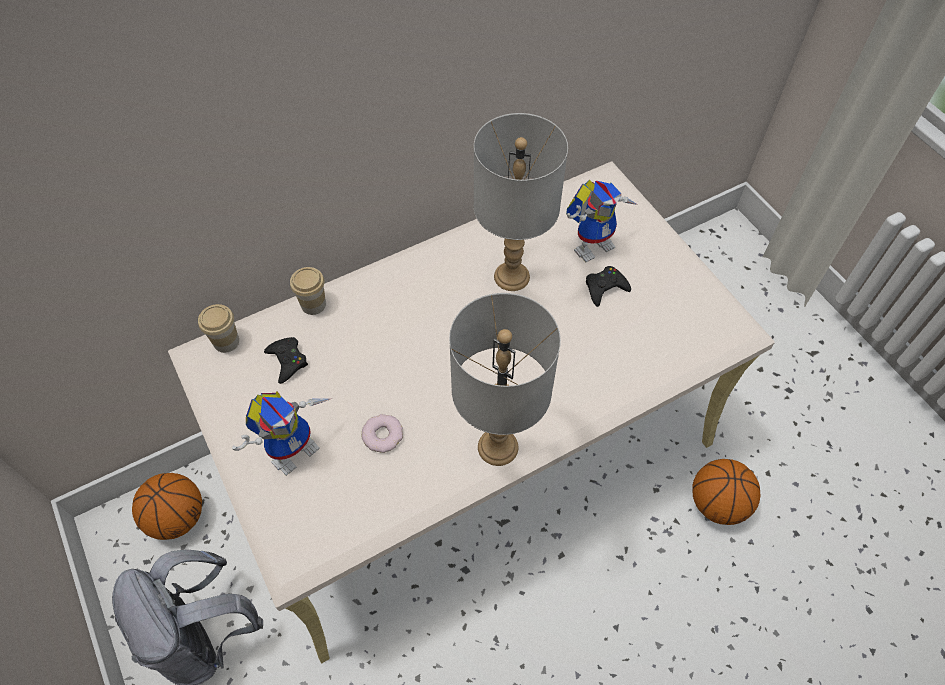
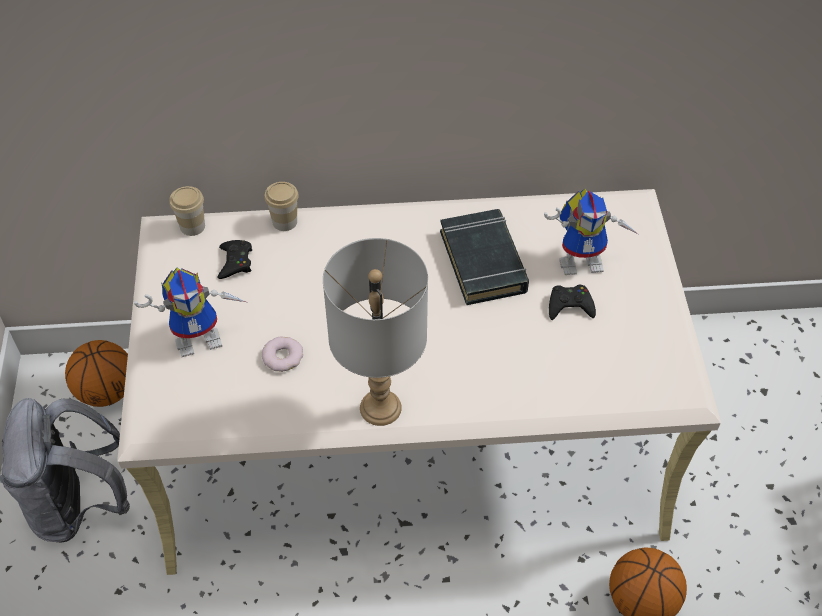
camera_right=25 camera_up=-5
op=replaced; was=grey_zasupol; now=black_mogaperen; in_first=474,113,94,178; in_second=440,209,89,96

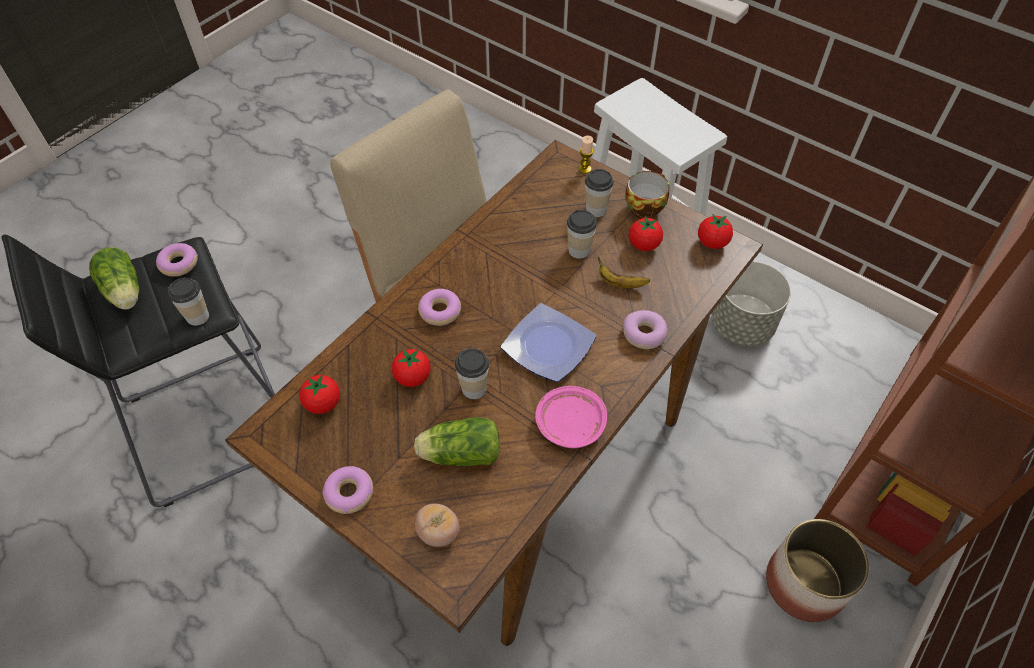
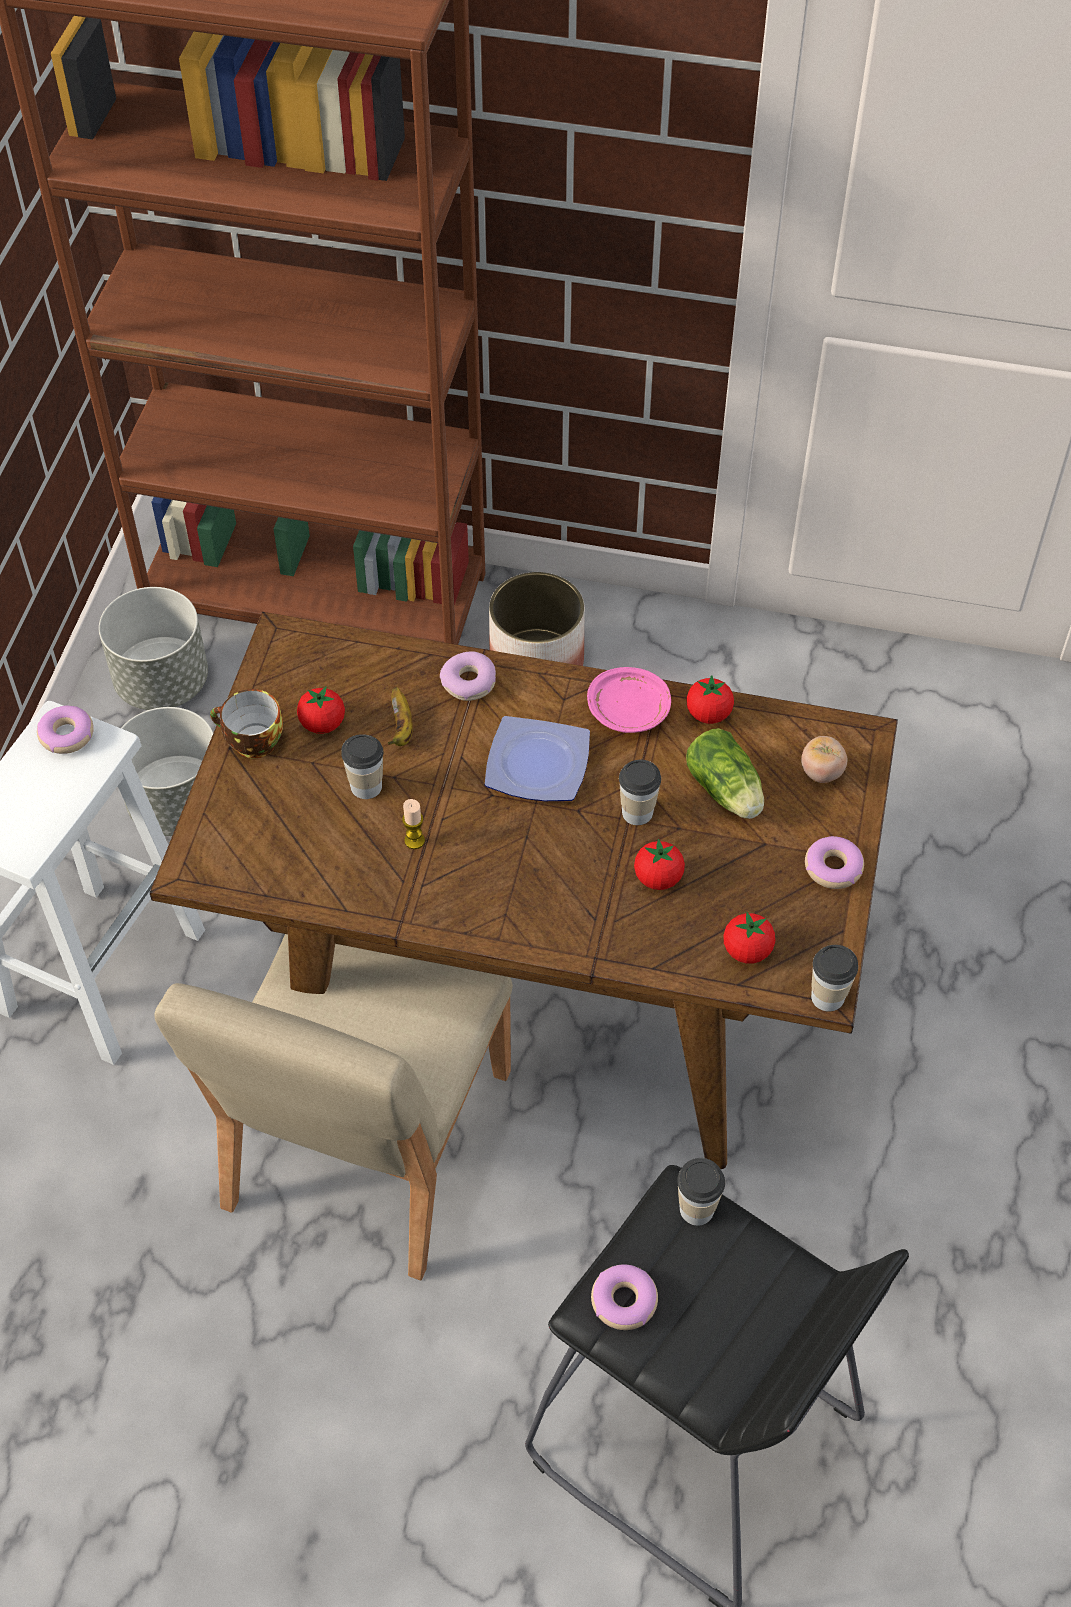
camera_right=-115 camera_up=0
op=moved; was=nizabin; in_first=578,135,15,39; in_second=402,799,23,50
op=moved; was=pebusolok; in_first=585,169,29,48; in_second=811,945,47,67
op=moved; was=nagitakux; in_first=698,214,35,35; in_second=686,675,48,49
op=removed; was=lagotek; in_first=89,247,50,62
op=moved; was=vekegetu; in_first=418,289,43,37; in_second=37,706,57,48
op=added; now=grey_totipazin; in_second=99,587,109,123

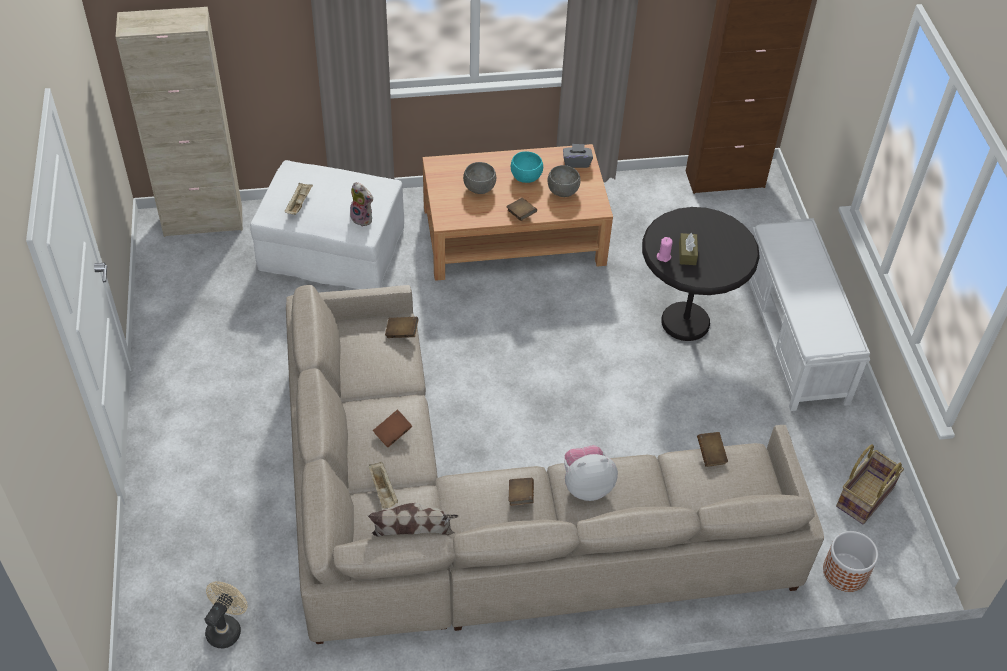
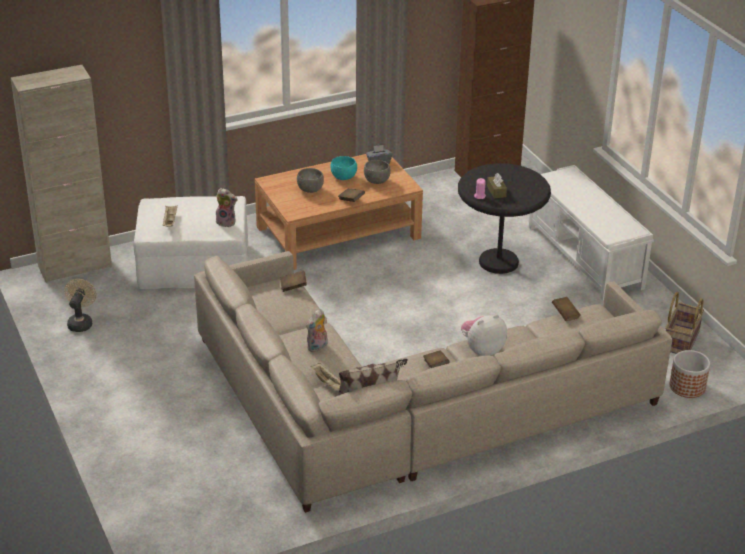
camera_right=-15 camera_up=-15
op=replaced; was=brown_mogaperen; now=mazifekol; in_first=373,410,39,37; in_second=306,309,22,43
op=moved; was=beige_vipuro; in_first=204,581,44,67; in_second=65,279,31,53

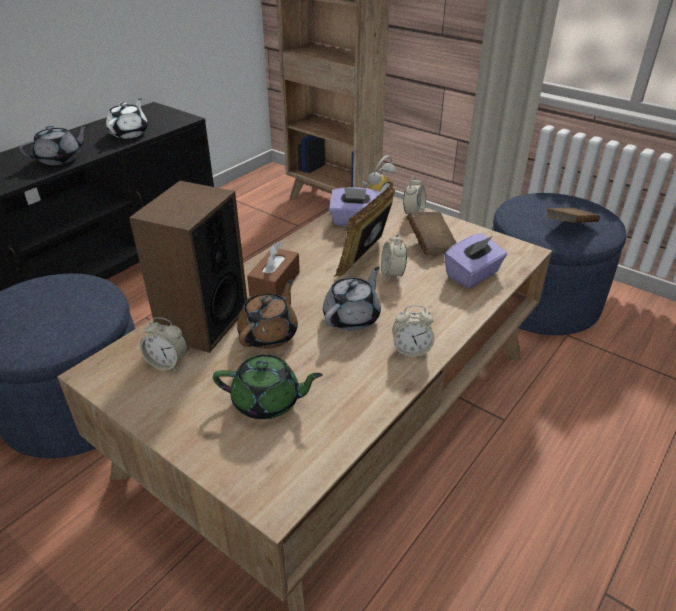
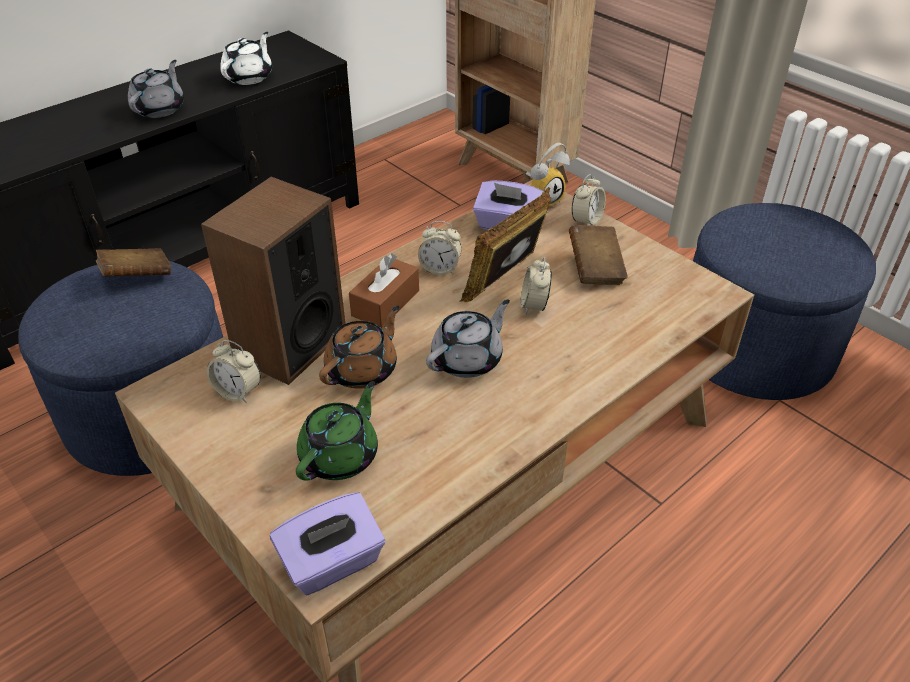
camera_right=10 camera_up=5
op=turned; was=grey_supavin; in_first=19,125,70,40; in_second=128,60,56,58; clockwise=-45
op=moved; was=brown_mogaperen; in_first=546,207,54,16; in_second=96,248,75,29
op=moved; was=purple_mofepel; in_first=444,234,63,54; in_second=270,492,115,103
op=moved; was=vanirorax; in_first=392,305,43,52; in_second=418,221,44,54
op=turned; was=green_supavin; in_first=213,354,110,65; in_second=296,381,82,100; clockwise=-75

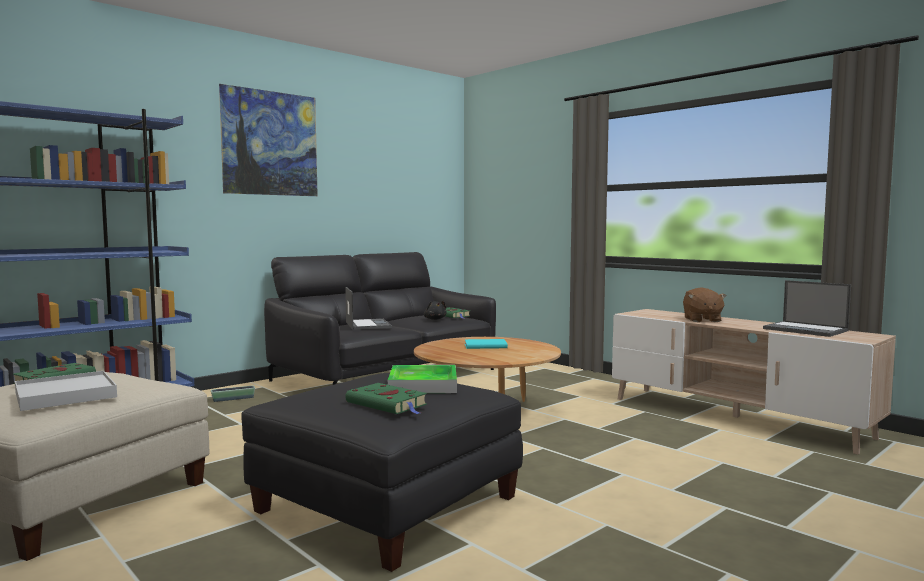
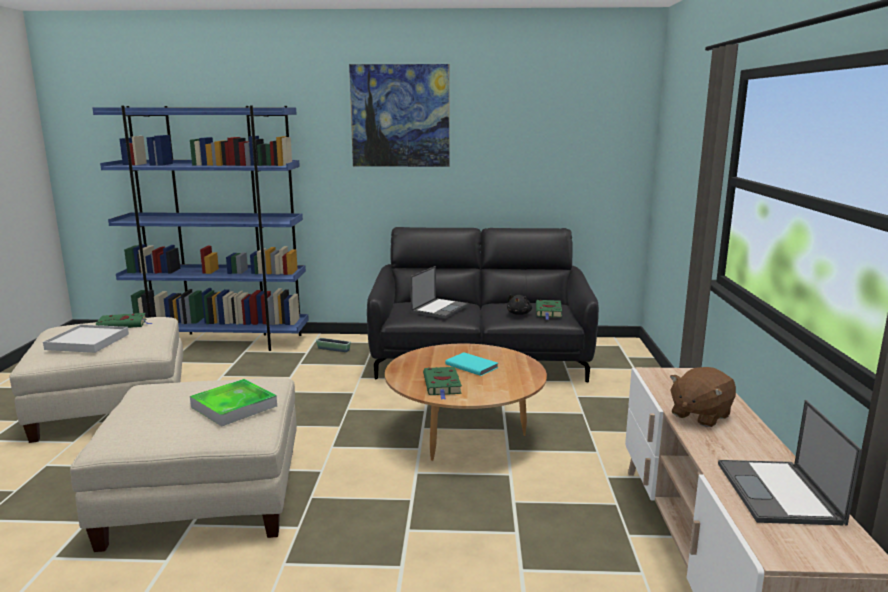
camera_right=45 camera_up=10
op=recoloured; was=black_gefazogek; now=beige_gefazogek; in_first=241,373,282,199; in_second=70,378,227,174
op=moved; was=green_mogaperen; in_first=345,383,82,31; in_second=423,367,39,33

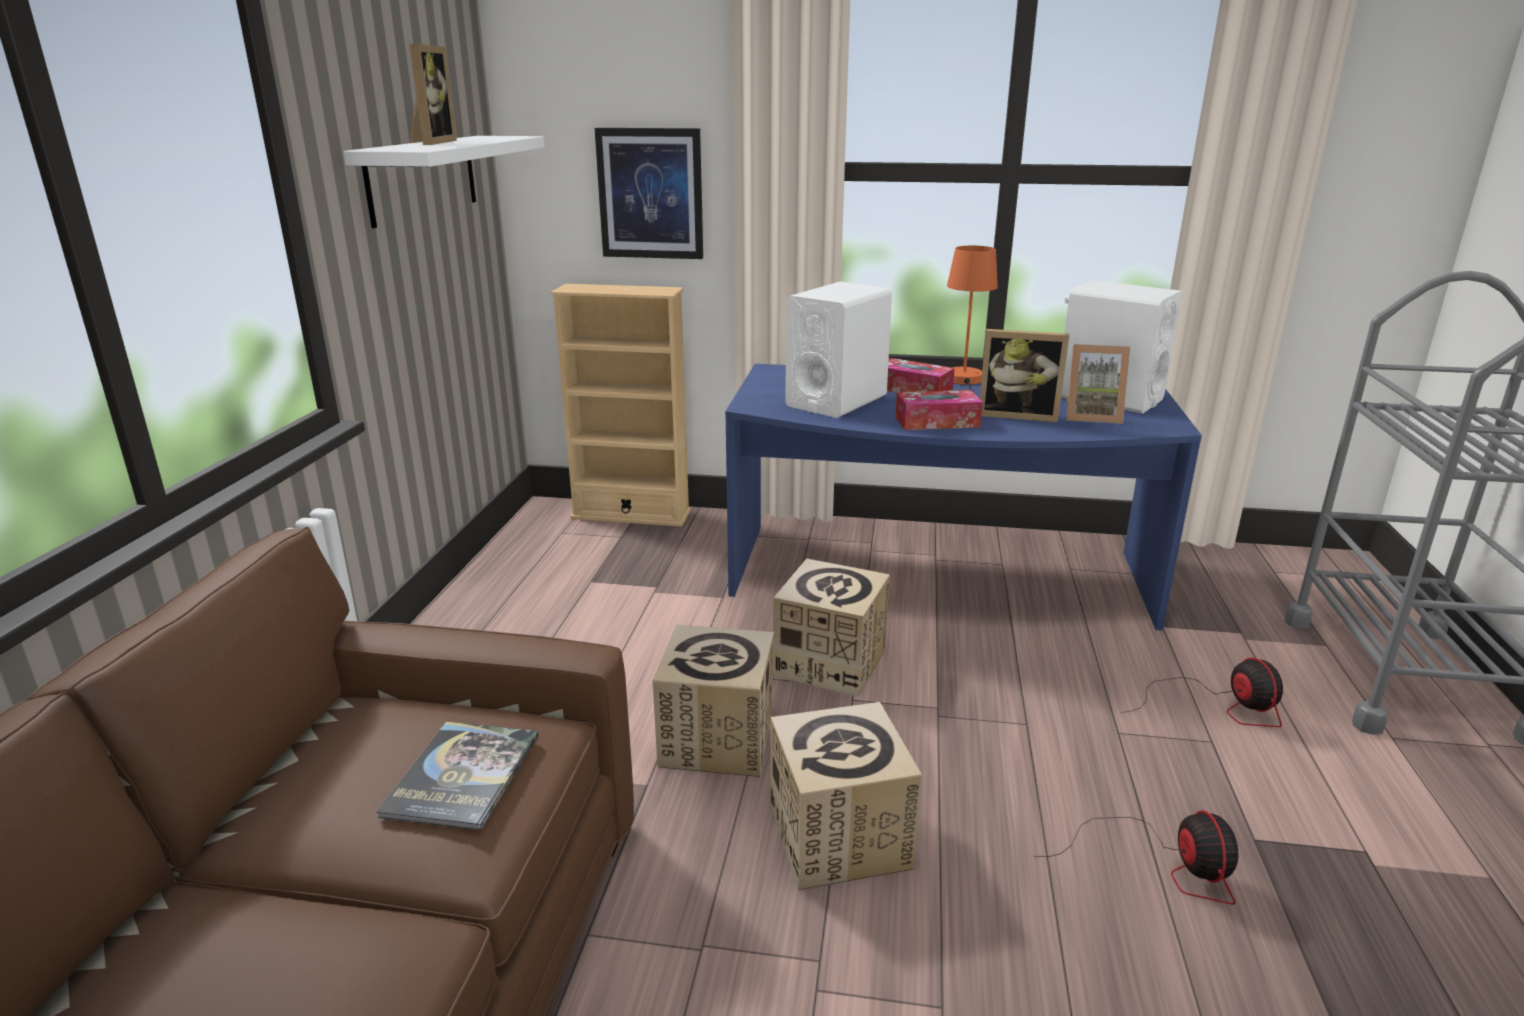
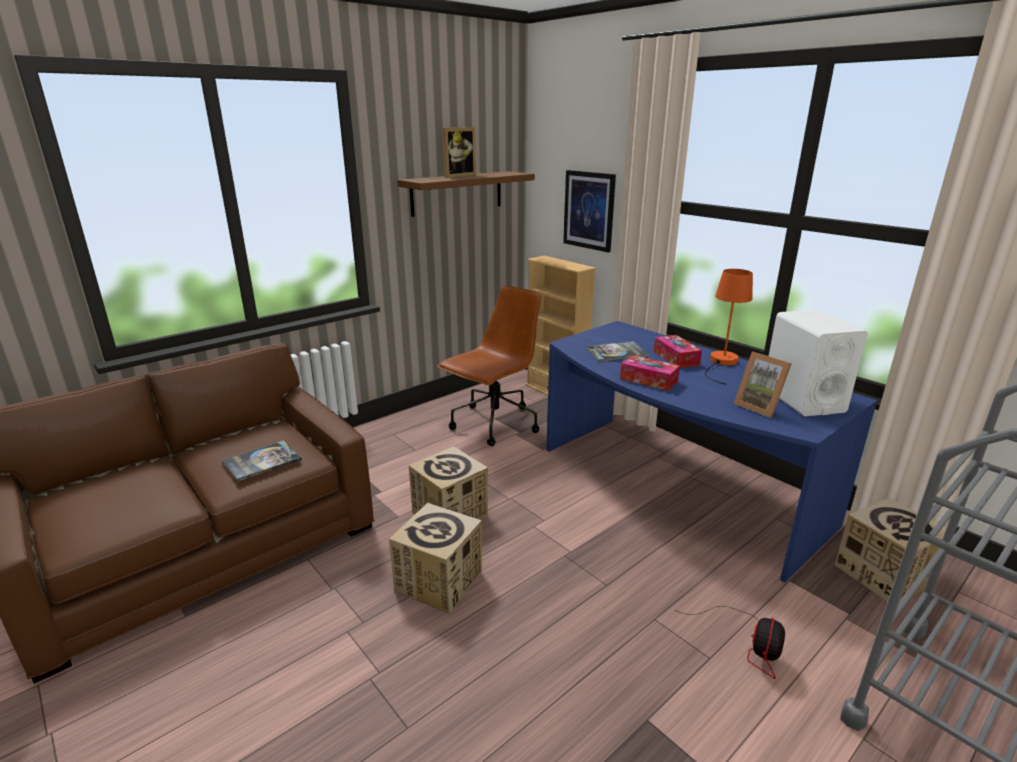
camera_right=40 camera_up=0
op=recoloured; was=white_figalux; now=brown_figalux; in_first=343,136,201,92; in_second=397,171,138,46
op=replaced; was=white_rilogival; now=mogaperen; in_first=785,281,107,137; in_second=586,341,63,21
op=removed; was=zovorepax; in_first=980,329,89,93
op=moved; was=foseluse; in_first=773,558,117,139; in_second=835,498,111,104
op=removed; was=vipuro; in_first=1034,810,204,95
op=added; now=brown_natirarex; in_second=437,286,104,160

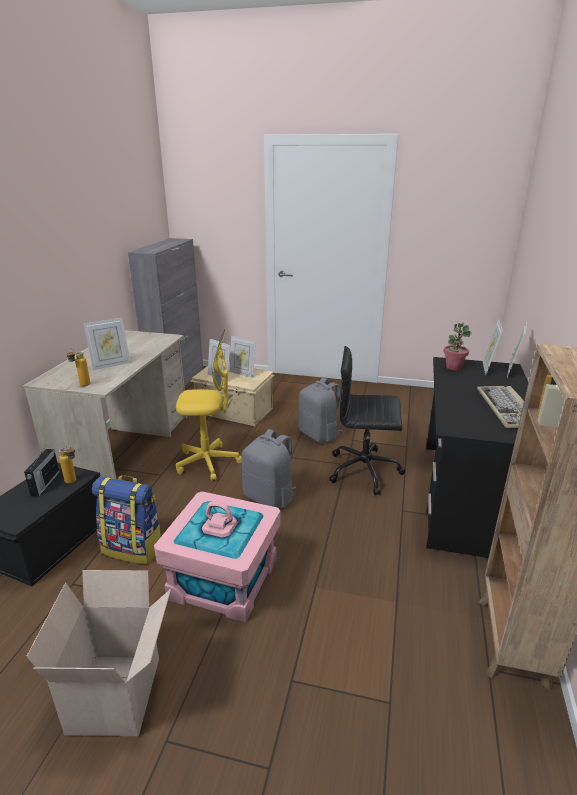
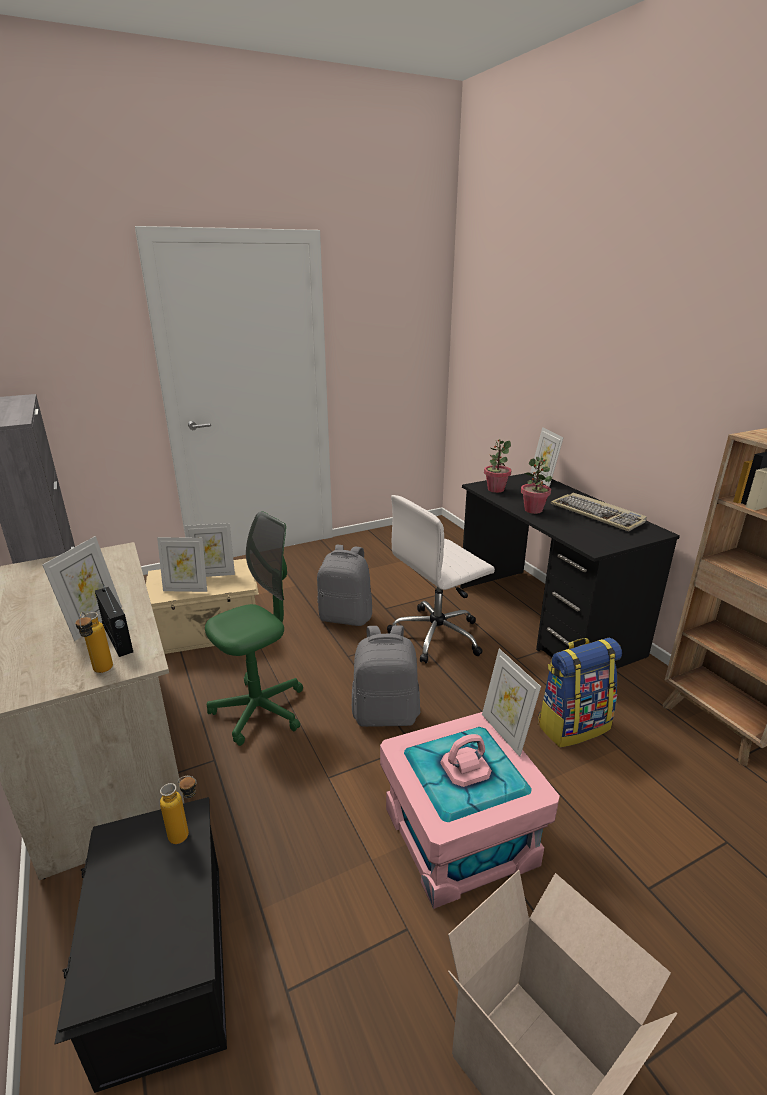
camera_right=-40 camera_up=0
op=moved; was=zovorepax; in_first=483,319,20,57; in_second=482,649,59,108
op=recoloured; was=yellow_natirarex; now=green_natirarex; in_first=176,329,66,152; in_second=205,511,98,235
op=recoloured; was=black_natirarex; now=white_natirarex; in_first=329,346,76,150; in_second=387,495,108,168
op=moved; was=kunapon; in_first=24,449,36,47; in_second=95,582,38,75
op=moved; was=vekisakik; in_first=92,475,70,89; in_second=538,638,84,109
op=added; now=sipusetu; in_second=521,457,31,57

